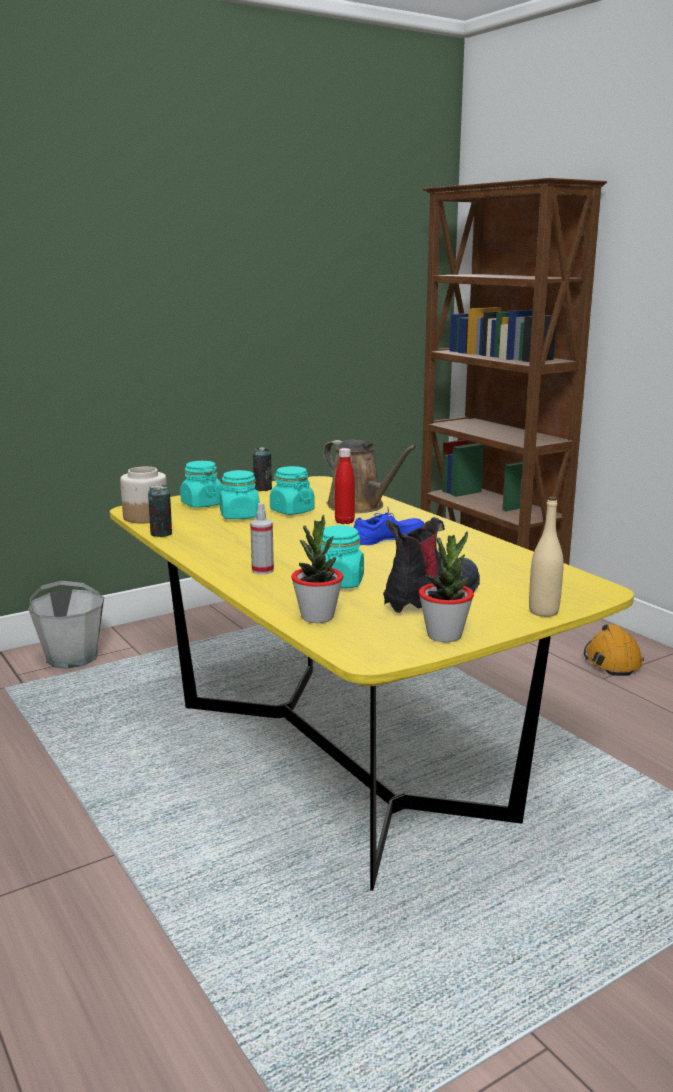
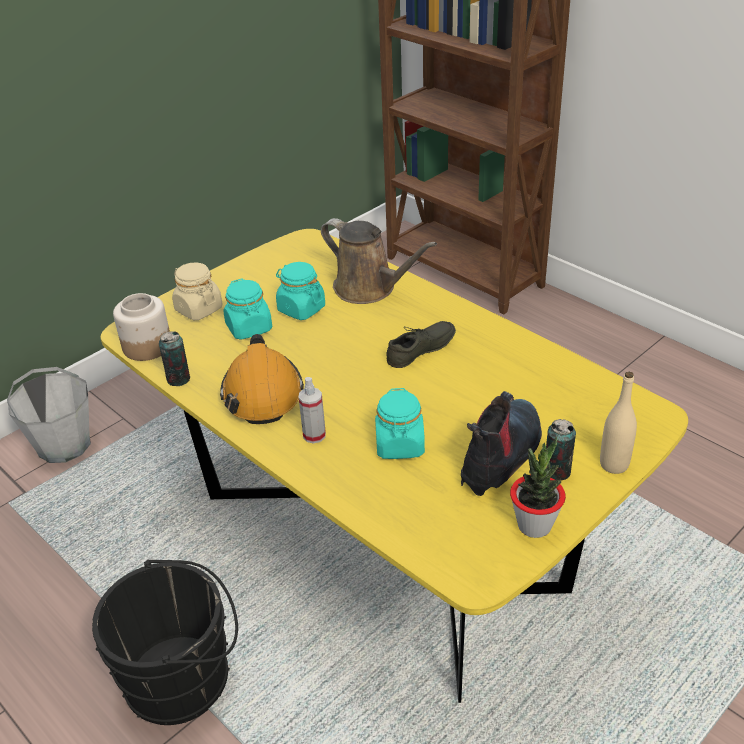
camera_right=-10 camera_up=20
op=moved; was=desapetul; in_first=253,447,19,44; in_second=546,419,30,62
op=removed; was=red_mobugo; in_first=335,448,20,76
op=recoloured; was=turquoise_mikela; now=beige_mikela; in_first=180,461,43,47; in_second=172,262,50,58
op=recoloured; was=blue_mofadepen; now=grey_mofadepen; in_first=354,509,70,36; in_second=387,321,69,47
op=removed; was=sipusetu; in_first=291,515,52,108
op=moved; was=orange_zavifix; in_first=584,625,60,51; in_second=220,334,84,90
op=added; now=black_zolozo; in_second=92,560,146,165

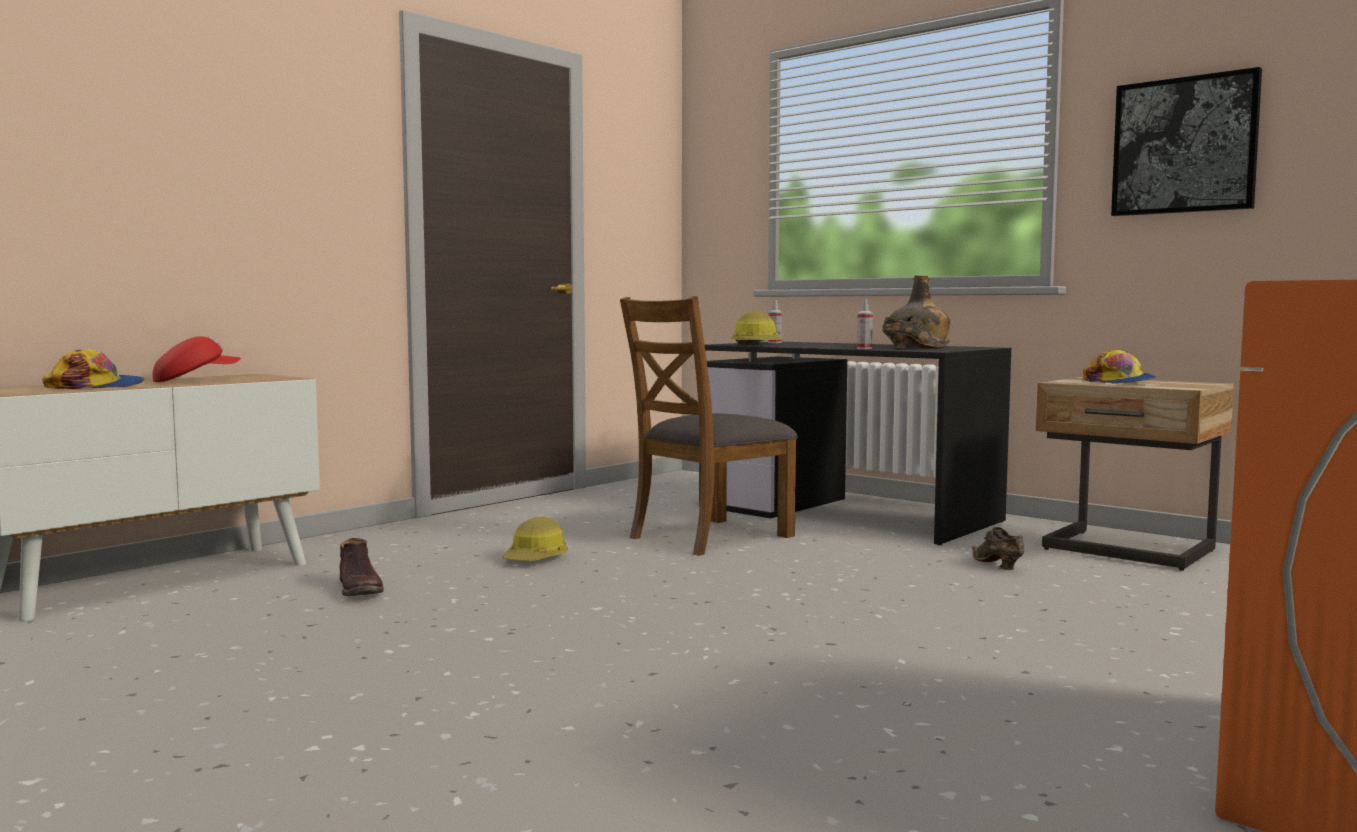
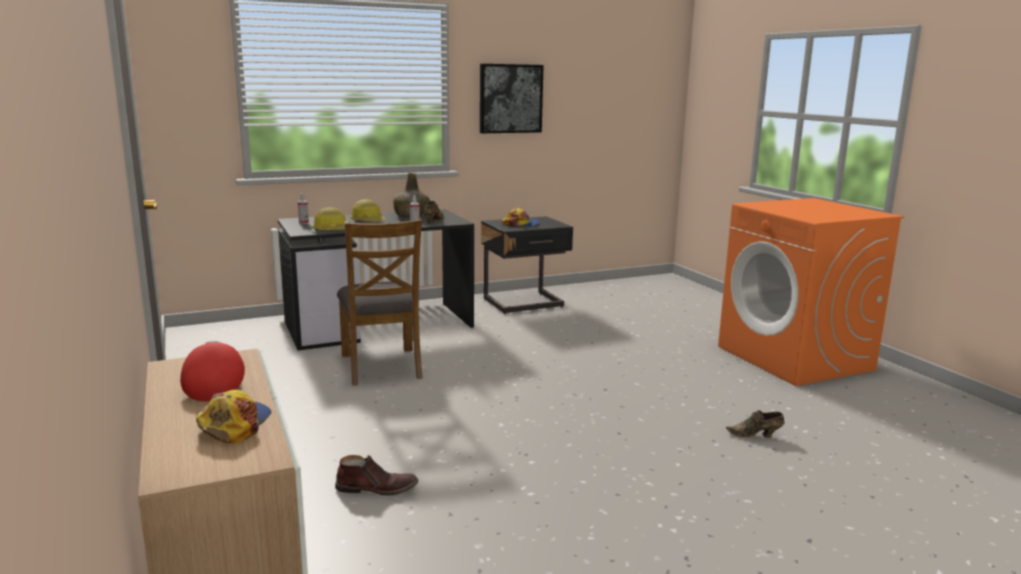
camera_right=-65 camera_up=10
op=recoloured; was=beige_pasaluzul; now=black_pasaluzul; in_first=1036,377,198,194; in_second=481,216,92,98
op=moved; was=zavifix; in_first=502,517,66,44; in_second=350,199,36,23
op=moved; was=brown_mofadepen; in_first=972,527,52,43; in_second=726,410,58,28

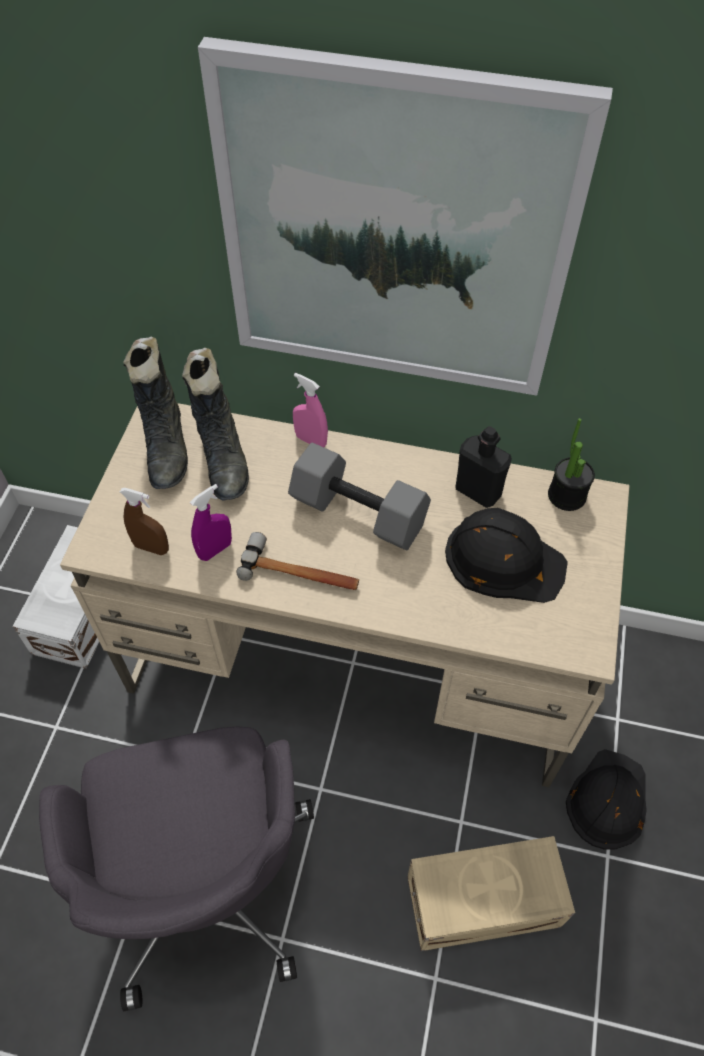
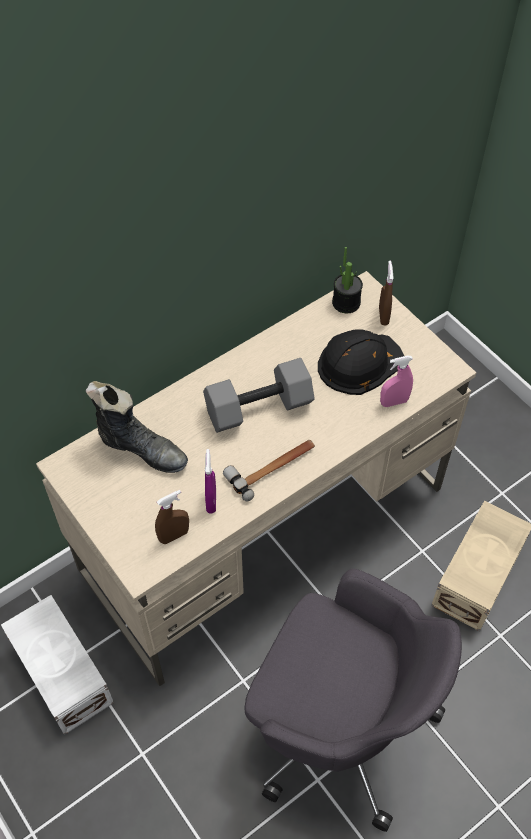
camera_right=-50 camera_up=0
op=removed; was=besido; in_first=198,37,415,359
op=removed; was=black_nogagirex; in_first=123,337,65,152
op=moved; was=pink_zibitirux; in_first=293,373,35,74; in_second=380,356,33,51
op=removed; was=black_mobugo; in_first=456,426,56,82
op=removed; was=black_zavifix; in_first=566,749,81,101
op=added; now=brown_zibitirux; in_second=379,261,14,65

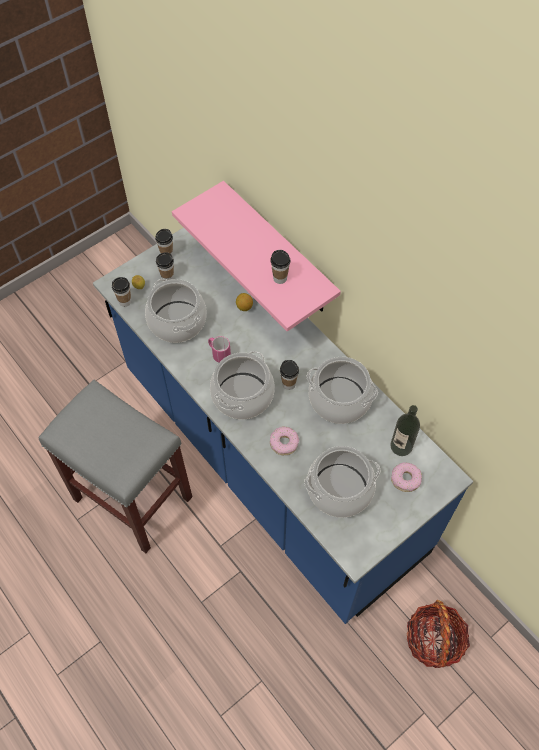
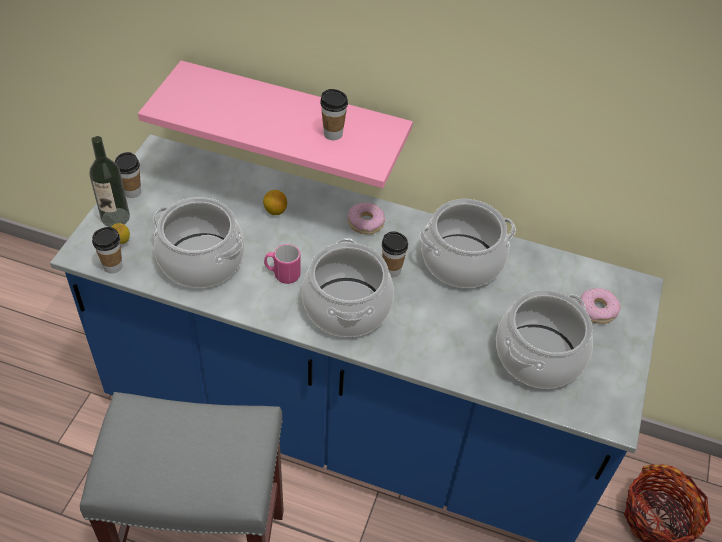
camera_right=-35 camera_up=-10
op=removed; was=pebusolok; in_first=156,252,18,28
op=moved; was=mobugo; in_first=390,405,30,51; in_second=89,136,41,91
op=moved; was=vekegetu; in_first=270,427,29,28; in_second=347,202,38,32

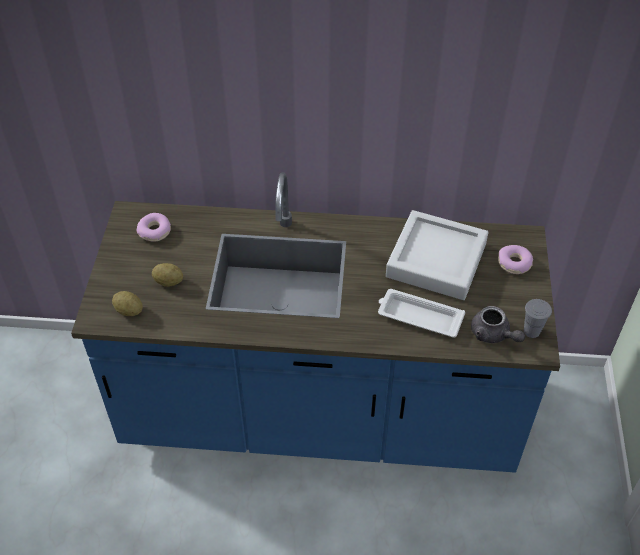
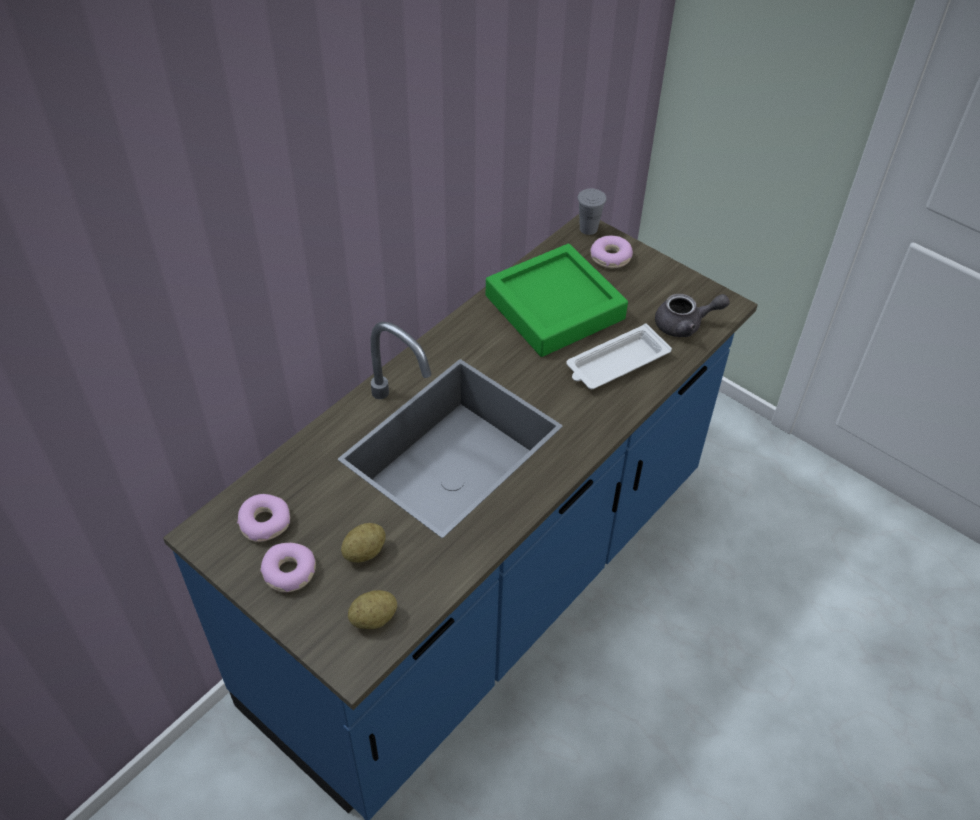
camera_right=-55 camera_up=0
op=recoloured; was=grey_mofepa; now=green_mofepa; in_first=386,210,102,90; in_second=486,244,142,113
op=moved; was=grey_pebusolok; in_first=524,299,28,39; in_second=578,189,29,46
op=added; now=vekegetu; in_second=261,543,55,49

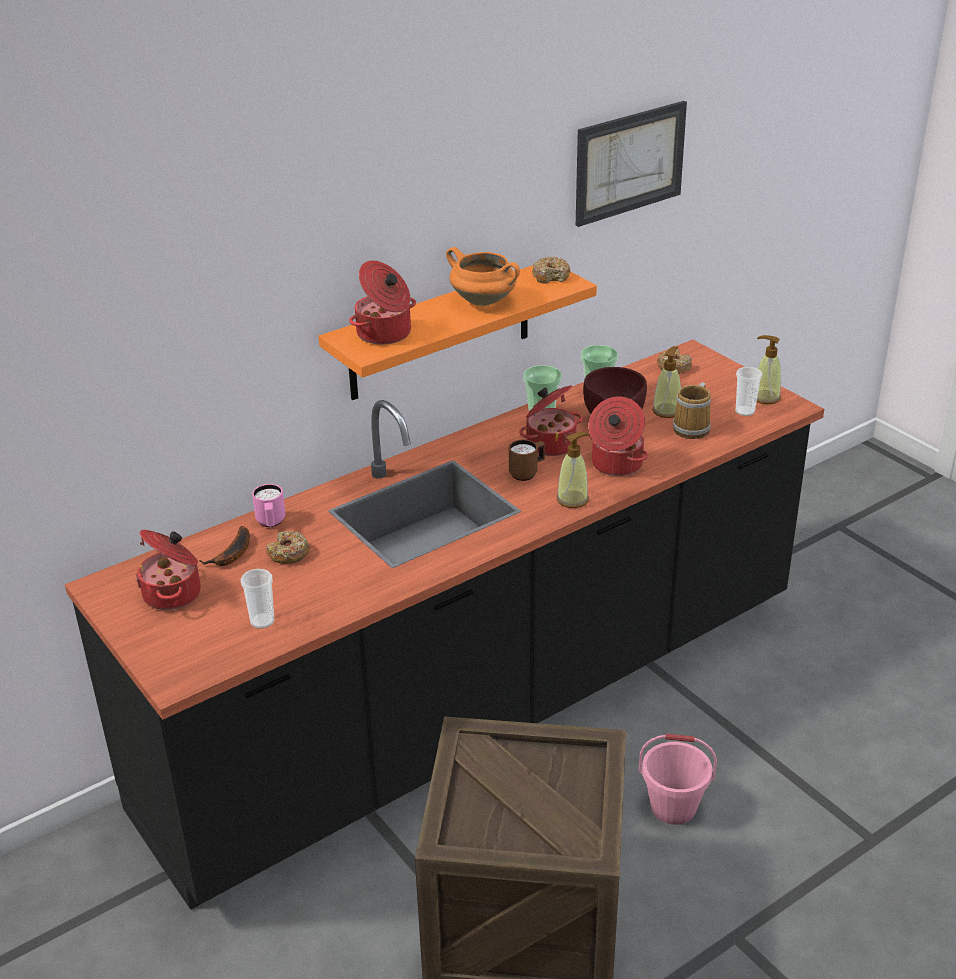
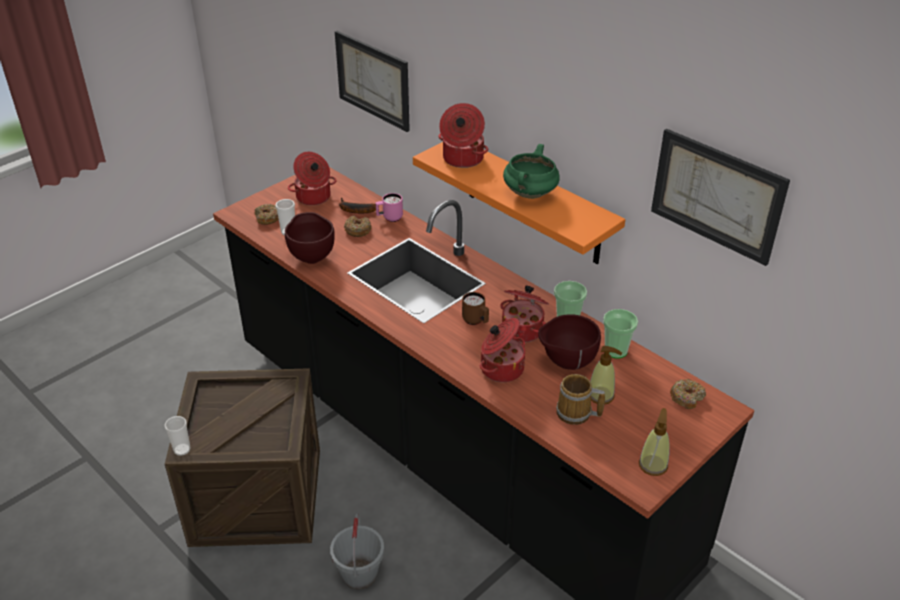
camera_right=80 camera_up=5
op=recoloured; was=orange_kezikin; now=green_kezikin; in_first=446,247,74,59; in_second=503,144,57,55
op=moved; was=vekegetu; in_first=532,257,38,27; in_second=255,204,23,21
op=moved; was=pebusolok; in_first=735,367,27,49; in_second=164,416,26,40
op=removed; was=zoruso; in_first=557,432,33,76
op=recoloured; was=pink_zolozo; now=grey_zolozo; in_first=639,734,78,91; in_second=330,513,54,77
op=added; now=besido; in_second=335,31,75,101
op=added; now=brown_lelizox; in_second=285,212,50,52

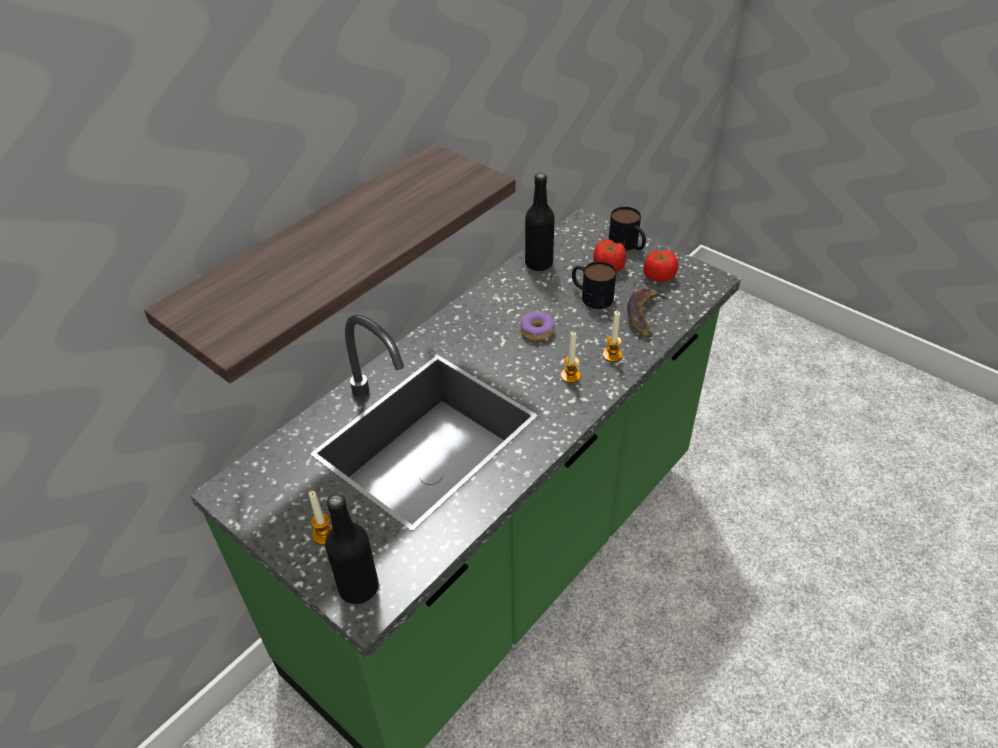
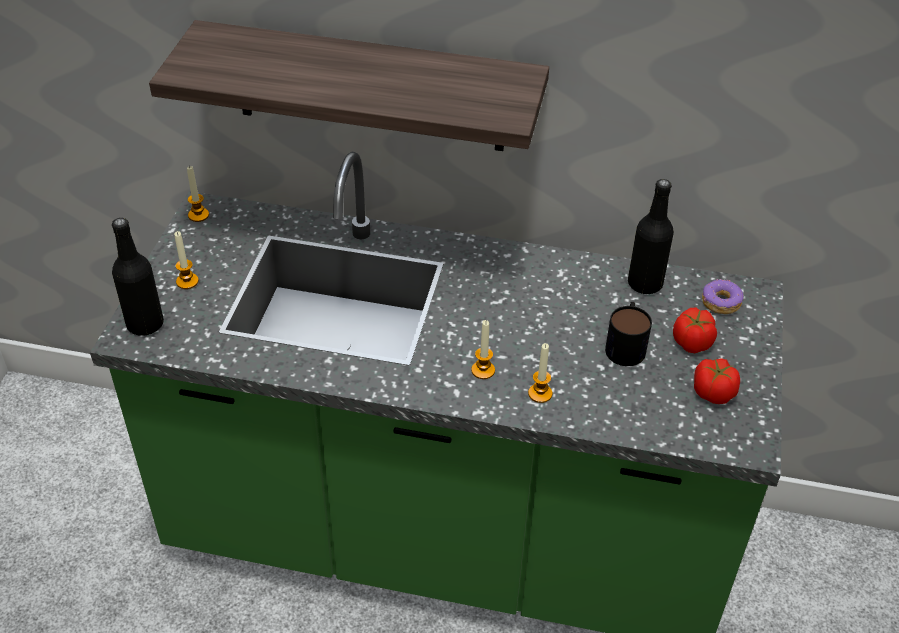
camera_right=60 camera_up=0
op=removed; was=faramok; in_first=609,207,37,44
op=removed; was=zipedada; in_first=627,287,42,51
op=moved; was=vekegetu; in_first=520,311,34,29; in_second=702,279,42,35
op=added; now=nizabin; in_second=187,166,22,56

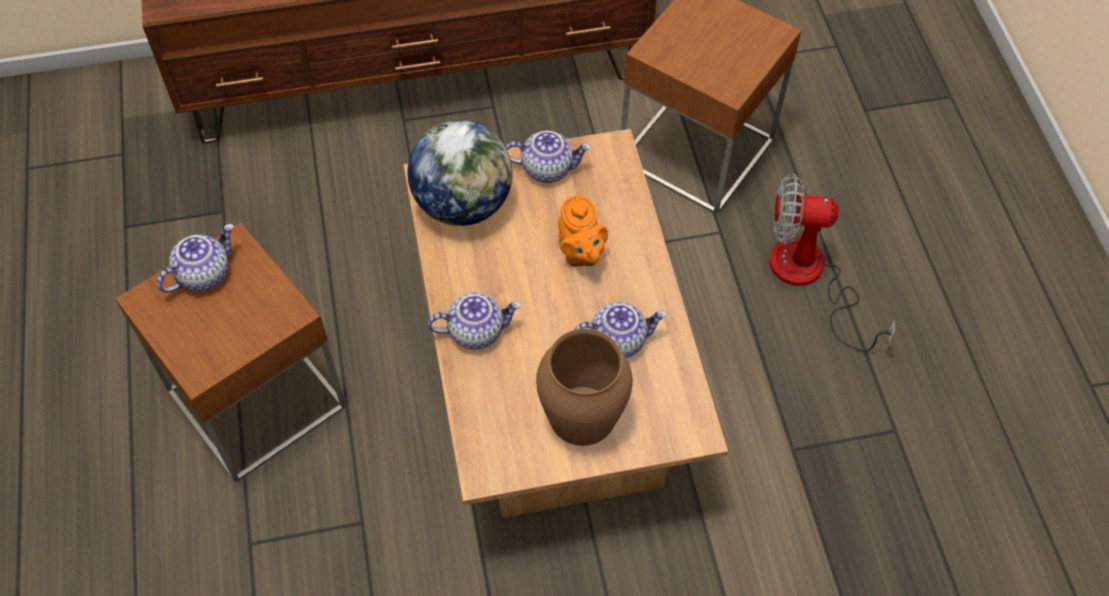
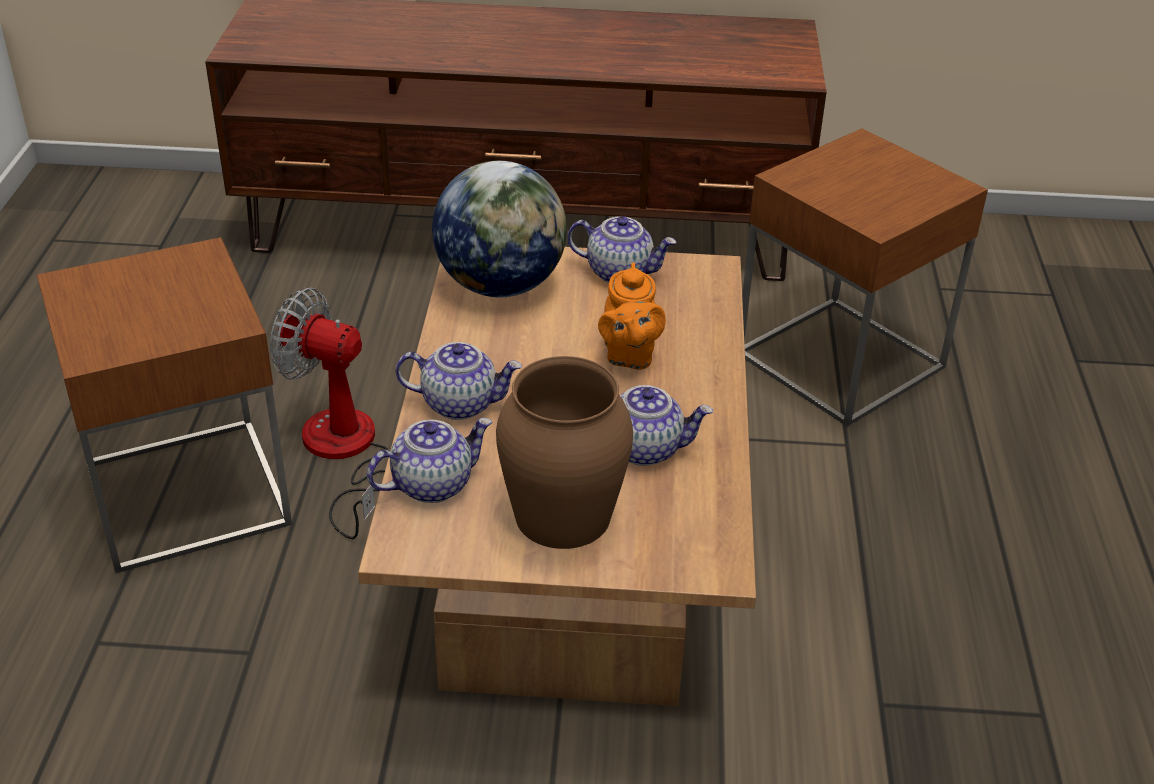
camera_right=15 camera_up=-20
op=moved; was=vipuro; in_first=769,174,126,177; in_second=270,288,118,251
op=moved; was=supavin; in_first=157,224,77,69; in_second=367,418,125,85

